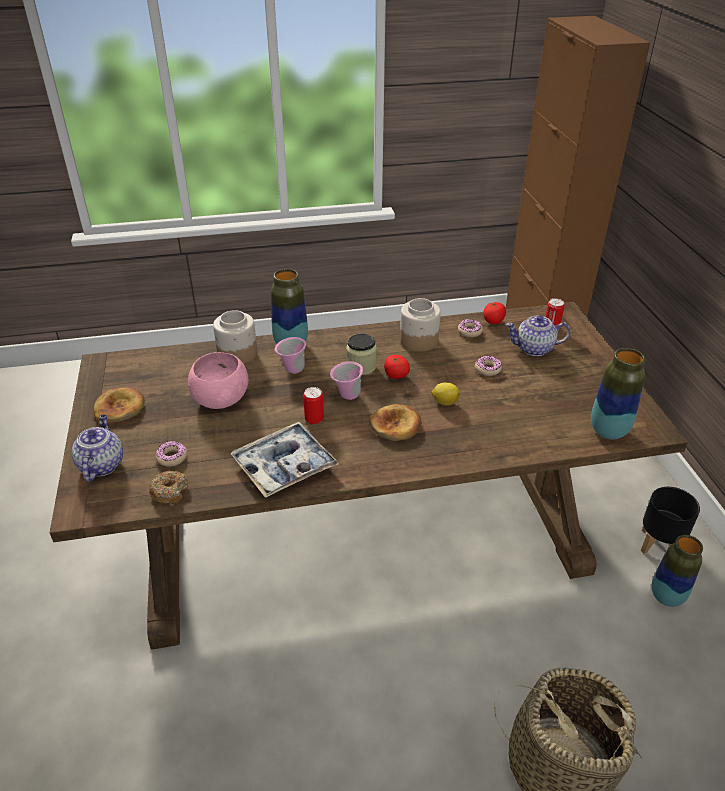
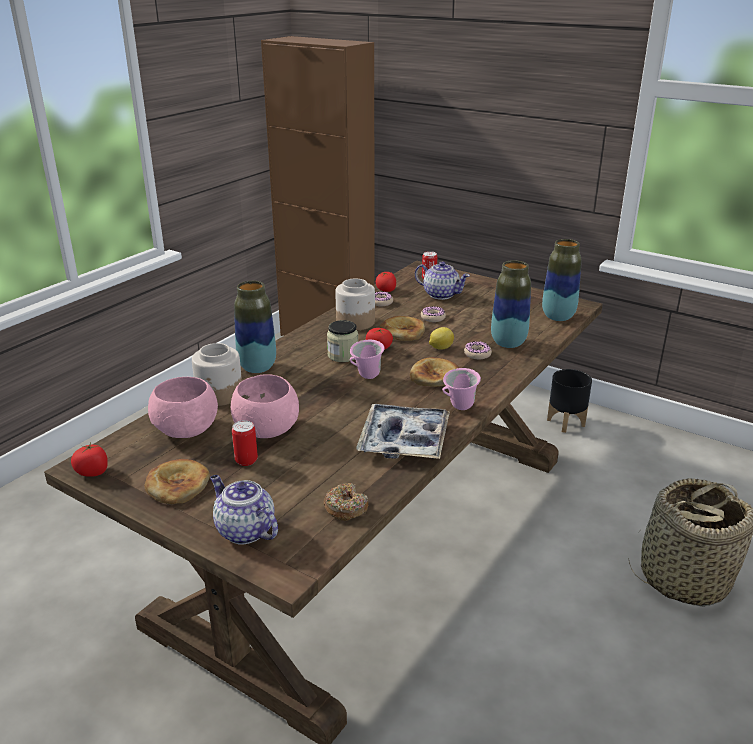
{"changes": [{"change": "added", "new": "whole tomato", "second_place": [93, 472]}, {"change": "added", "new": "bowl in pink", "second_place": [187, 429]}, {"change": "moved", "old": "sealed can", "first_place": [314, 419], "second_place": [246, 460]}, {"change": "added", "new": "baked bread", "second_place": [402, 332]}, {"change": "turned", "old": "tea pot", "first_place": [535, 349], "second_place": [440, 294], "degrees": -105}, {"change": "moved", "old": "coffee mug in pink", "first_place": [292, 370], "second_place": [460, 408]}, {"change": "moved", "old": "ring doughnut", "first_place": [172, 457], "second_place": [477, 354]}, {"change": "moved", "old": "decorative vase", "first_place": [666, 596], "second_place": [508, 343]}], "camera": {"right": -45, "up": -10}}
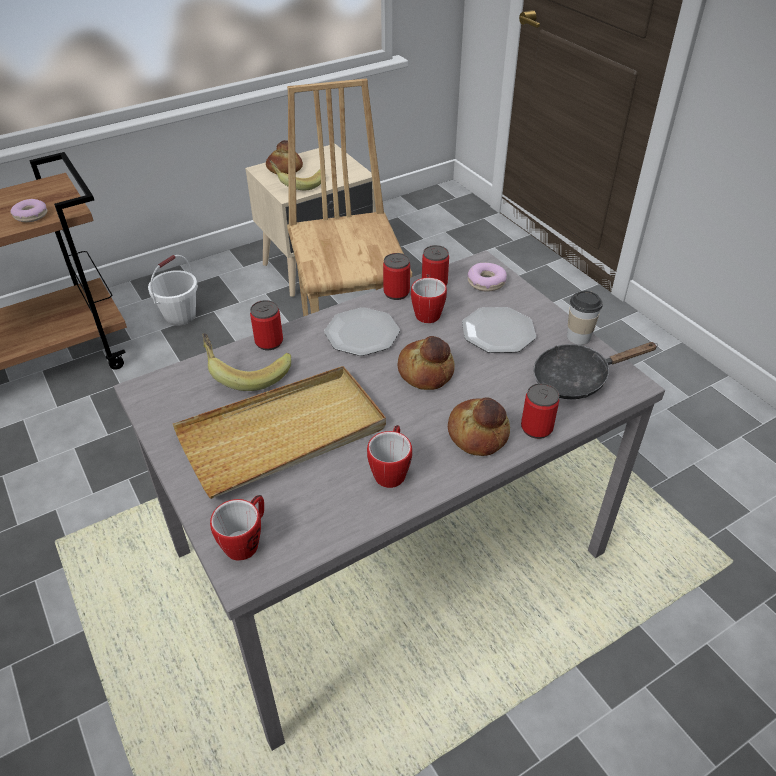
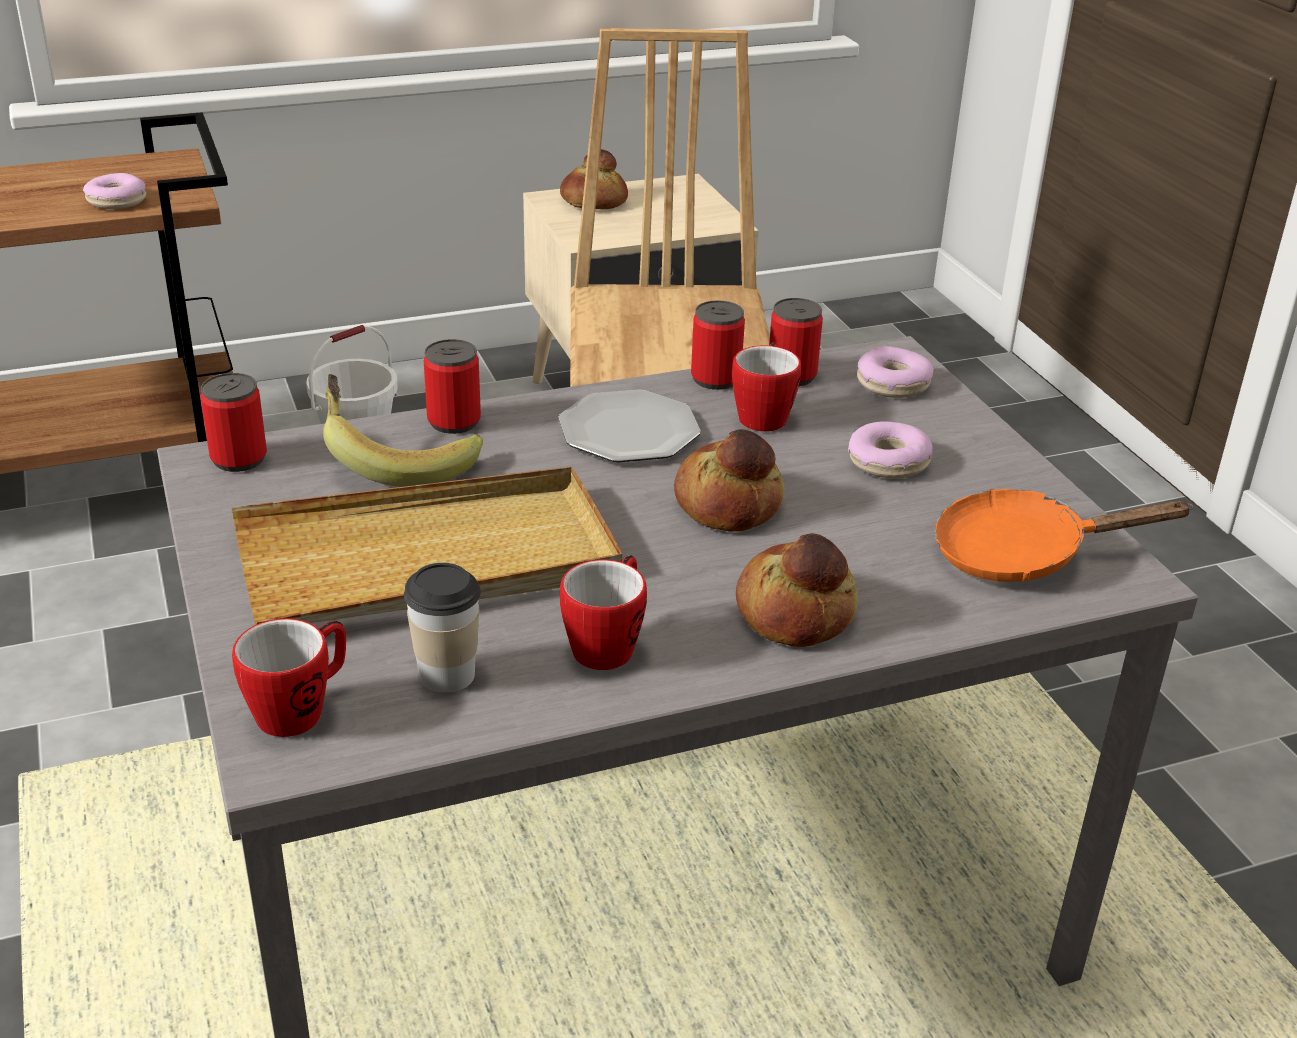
{"changes": [{"change": "moved", "old": "sealed can", "first_place": [536, 428], "second_place": [239, 459]}, {"change": "moved", "old": "drinking cup", "first_place": [578, 337], "second_place": [447, 674]}, {"change": "replaced", "old": "plate", "new": "ring doughnut", "first_place": [497, 332], "second_place": [888, 462]}, {"change": "recoloured", "old": "pan in black-coloured", "new": "pan in orange", "first_place": [577, 379], "second_place": [1022, 554]}, {"change": "removed", "old": "banana fruit", "first_place": [297, 184]}], "camera": {"right": 10, "up": -10}}
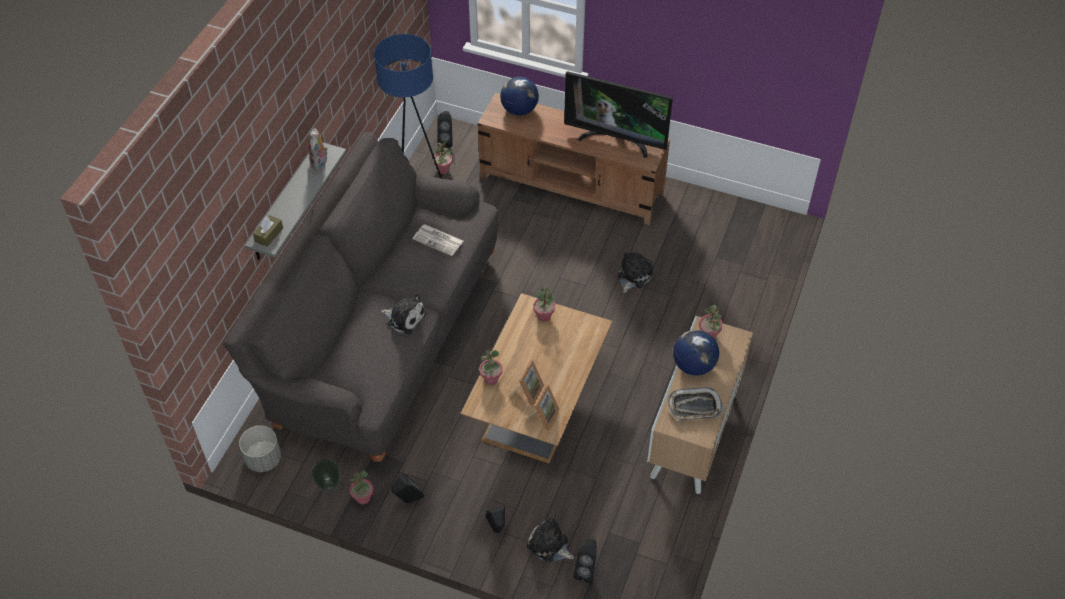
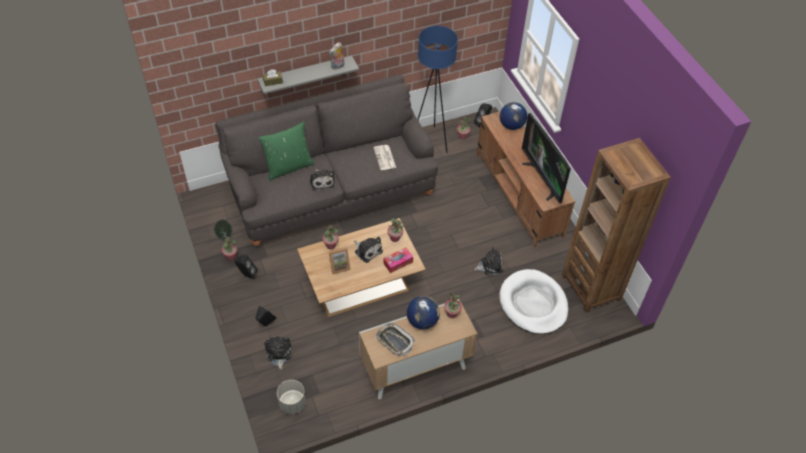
{"changes": [{"change": "added", "new": "cushion in green-coloured", "second_place": [288, 167]}, {"change": "moved", "old": "planter in greyish", "first_place": [263, 459], "second_place": [292, 403]}, {"change": "added", "new": "soft toy", "second_place": [367, 251]}, {"change": "added", "new": "tissue box", "second_place": [398, 262]}, {"change": "added", "new": "pet bed in white", "second_place": [533, 304]}, {"change": "added", "new": "bookcase in brownish", "second_place": [591, 287]}, {"change": "removed", "old": "standing frame", "first_place": [543, 416]}, {"change": "removed", "old": "audio speaker in black-coloured", "first_place": [586, 570]}], "camera": {"right": 45, "up": 0}}
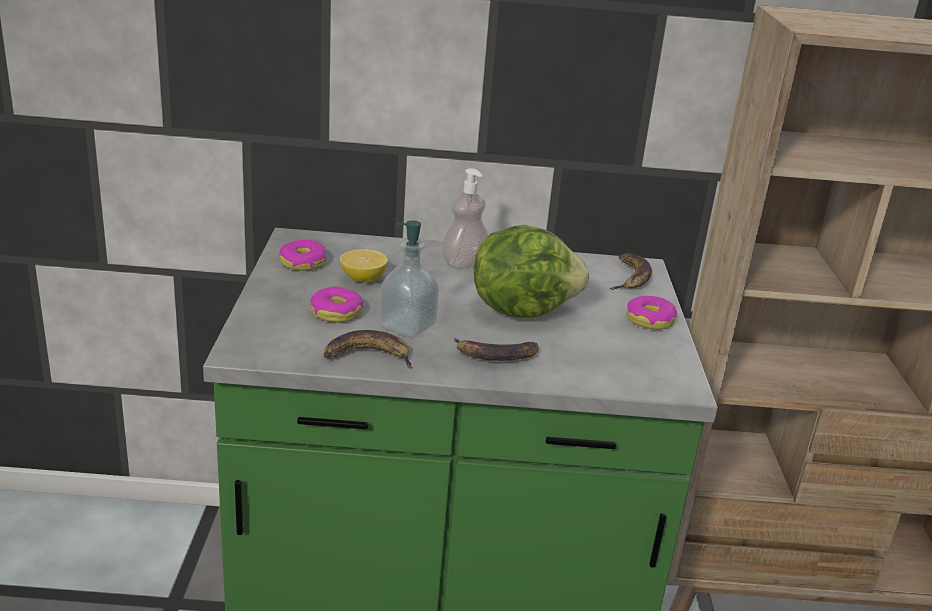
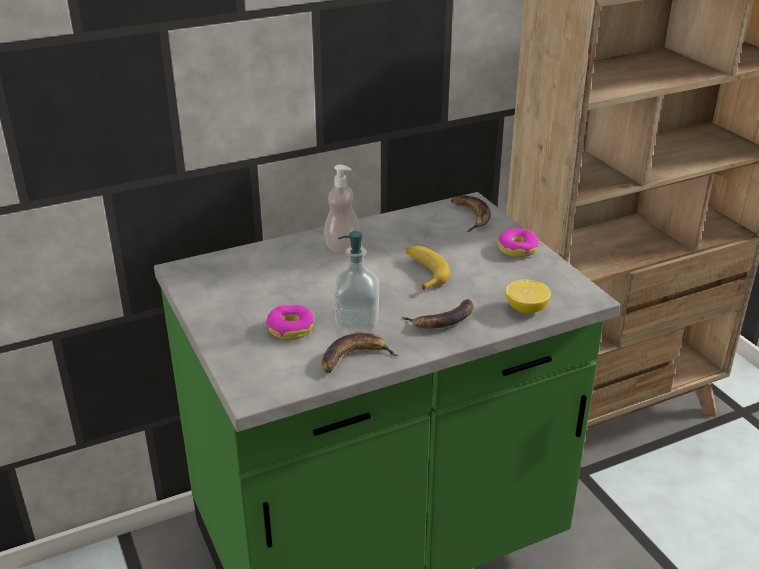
{"changes": [{"change": "replaced", "old": "head of lettuce", "new": "banana fruit", "first_place": [522, 309], "second_place": [423, 272]}, {"change": "moved", "old": "whole lemon", "first_place": [363, 279], "second_place": [526, 309]}, {"change": "removed", "old": "ring doughnut", "first_place": [302, 263]}], "camera": {"right": -25, "up": 5}}
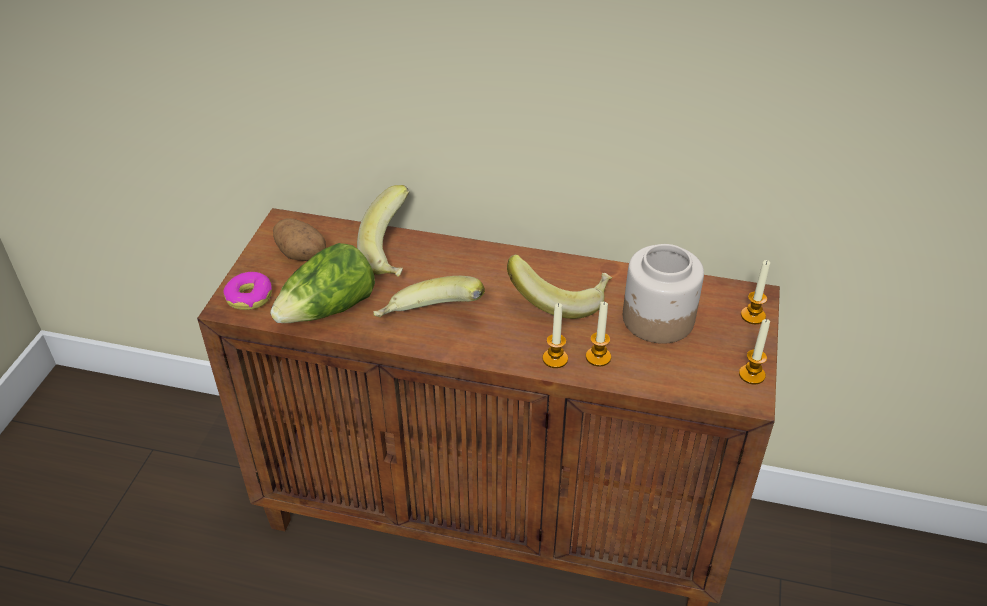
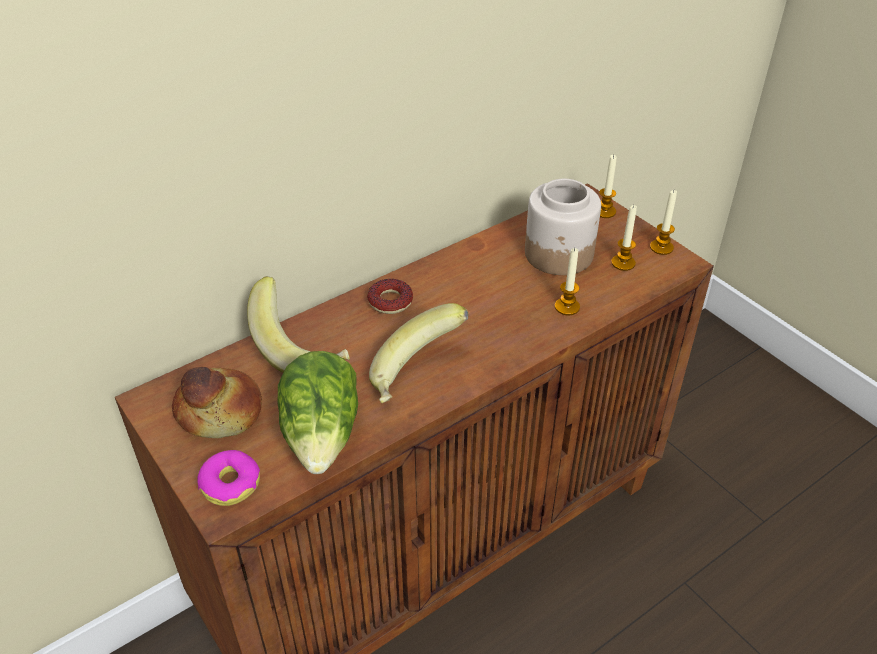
{"changes": [{"change": "replaced", "old": "potato", "new": "baked bread", "first_place": [303, 255], "second_place": [220, 411]}, {"change": "added", "new": "ring doughnut", "second_place": [390, 301]}, {"change": "moved", "old": "candle", "first_place": [555, 359], "second_place": [623, 263]}, {"change": "removed", "old": "banana fruit", "first_place": [560, 299]}], "camera": {"right": -50, "up": 0}}
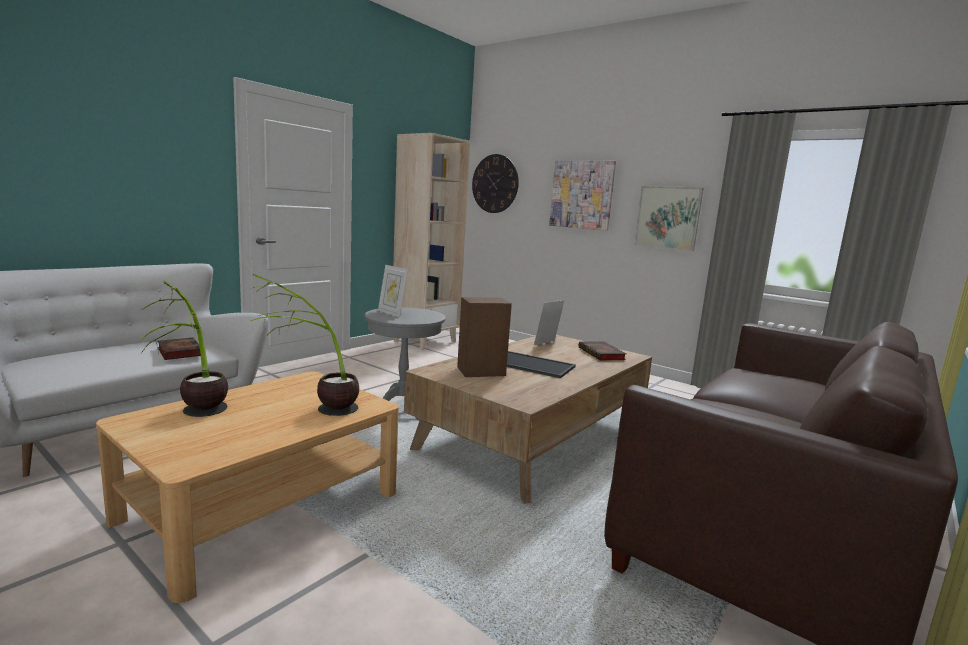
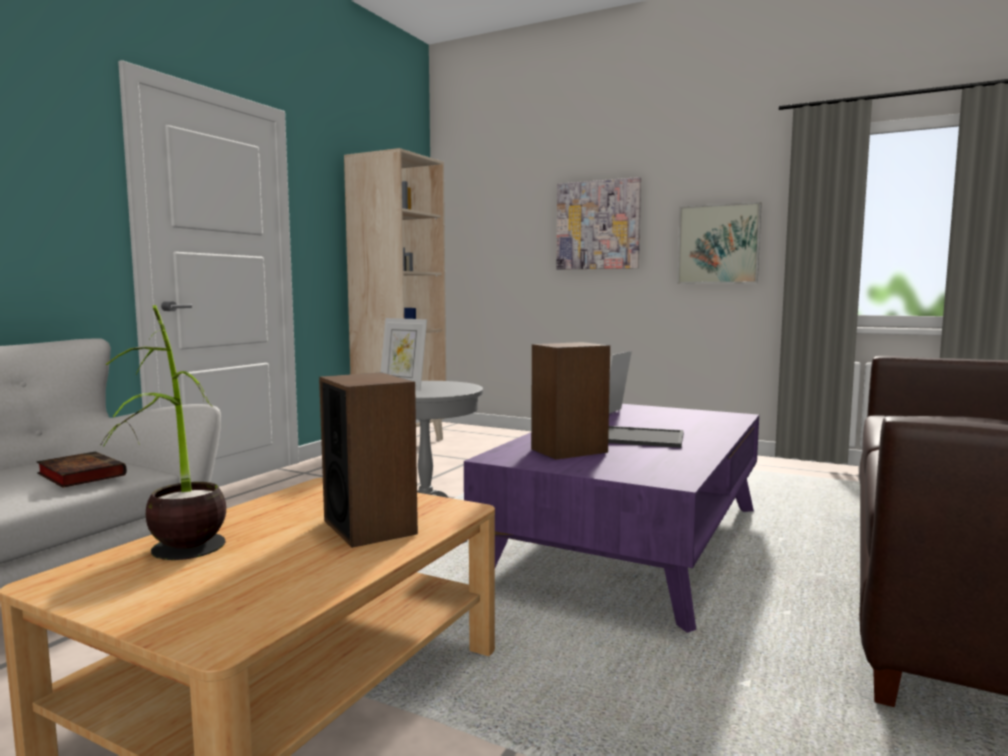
{"changes": [{"change": "replaced", "old": "plant in a pot", "new": "audio speaker", "first_place": [313, 410], "second_place": [370, 527]}, {"change": "recoloured", "old": "low table in brownish", "new": "low table in purplish", "first_place": [533, 436], "second_place": [631, 542]}, {"change": "removed", "old": "wall clock", "first_place": [495, 183]}, {"change": "removed", "old": "bound book", "first_place": [602, 354]}], "camera": {"right": -10, "up": -5}}
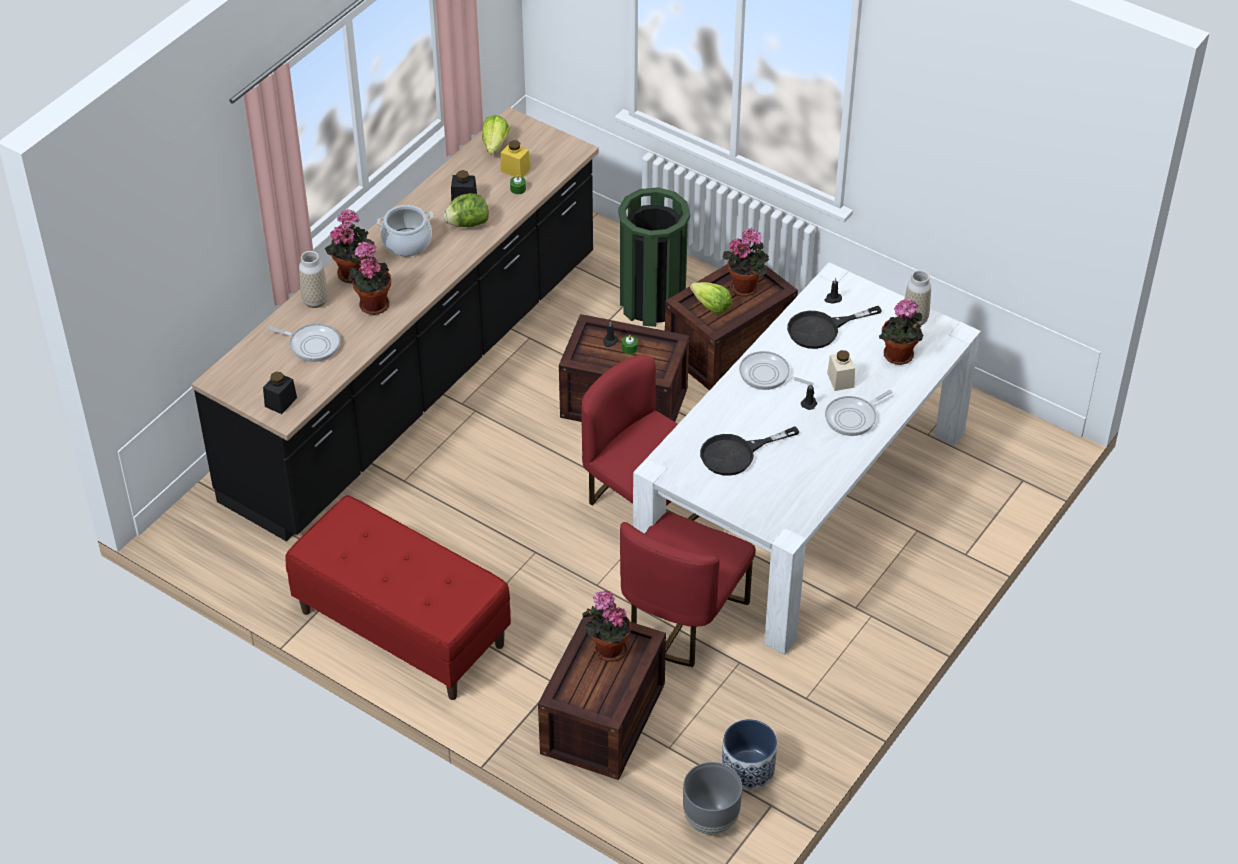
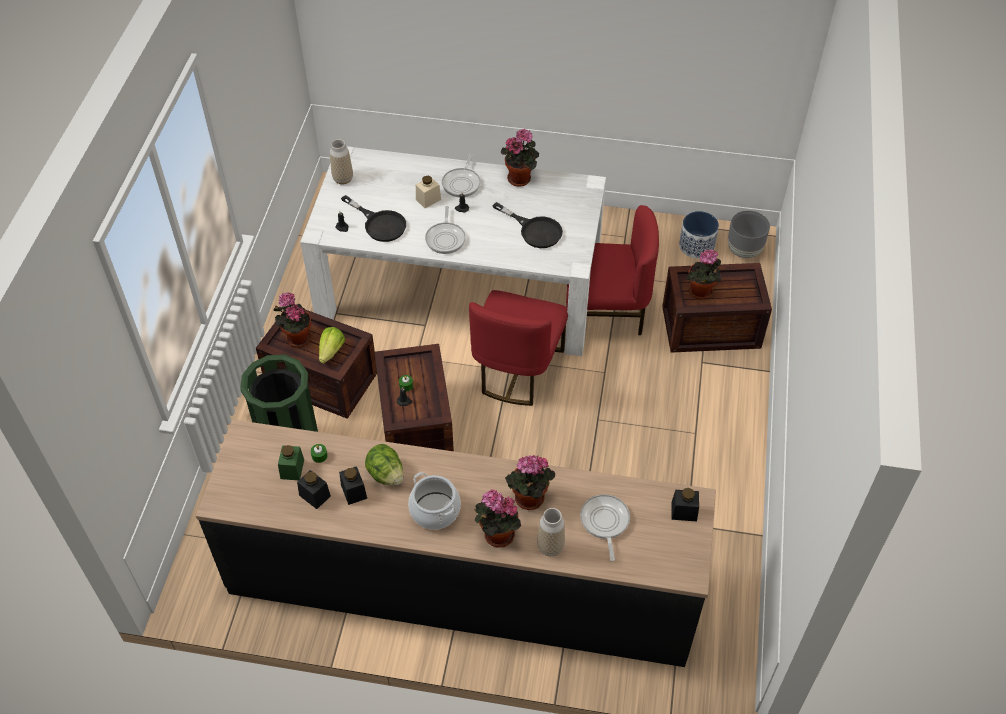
{"changes": [{"change": "recoloured", "old": "jar in yellow-coloured", "new": "jar in green-coloured", "first_place": [515, 170], "second_place": [292, 469]}, {"change": "added", "new": "jar in black-coloured", "second_place": [315, 495]}, {"change": "turned", "old": "pan", "first_place": [853, 417], "second_place": [462, 183], "degrees": 75}, {"change": "moved", "old": "plant in a pot", "first_place": [899, 357], "second_place": [521, 178]}, {"change": "removed", "old": "indoor bench in red-coloured", "first_place": [401, 628]}, {"change": "removed", "old": "head of lettuce", "first_place": [495, 145]}], "camera": {"right": -115, "up": 5}}
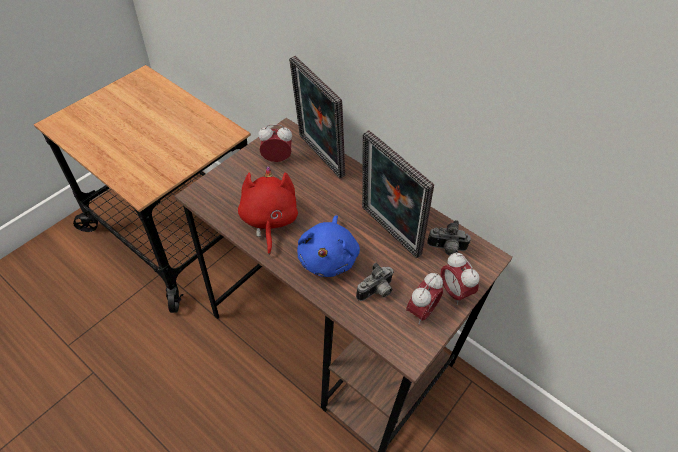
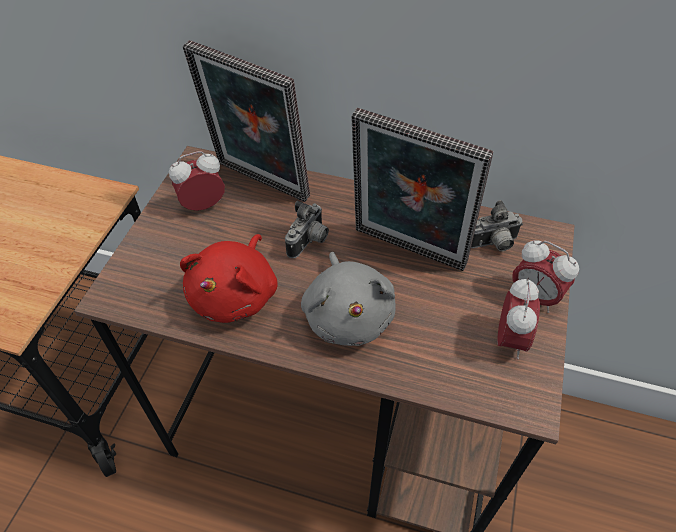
{"changes": [{"change": "turned", "old": "soft toy in red-coloured", "first_place": [268, 220], "second_place": [236, 294], "degrees": -135}, {"change": "moved", "old": "photo camera", "first_place": [376, 292], "second_place": [309, 242]}, {"change": "recoloured", "old": "soft toy in blue", "new": "soft toy in greyish", "first_place": [328, 257], "second_place": [348, 314]}], "camera": {"right": -20, "up": 0}}
